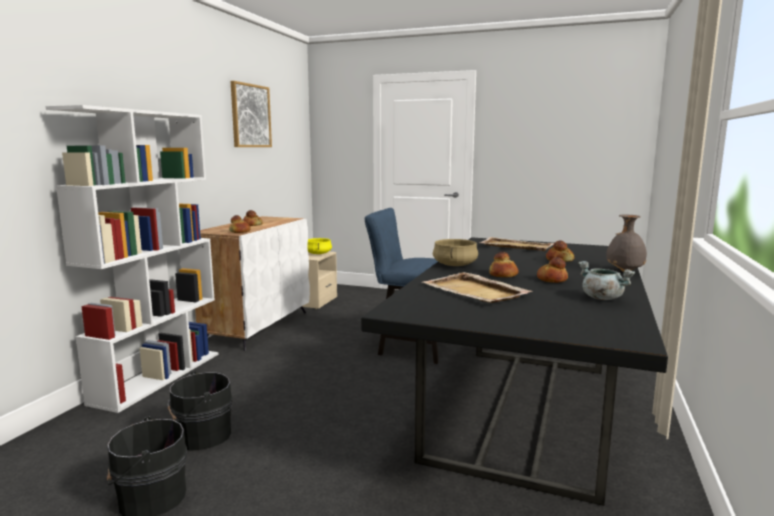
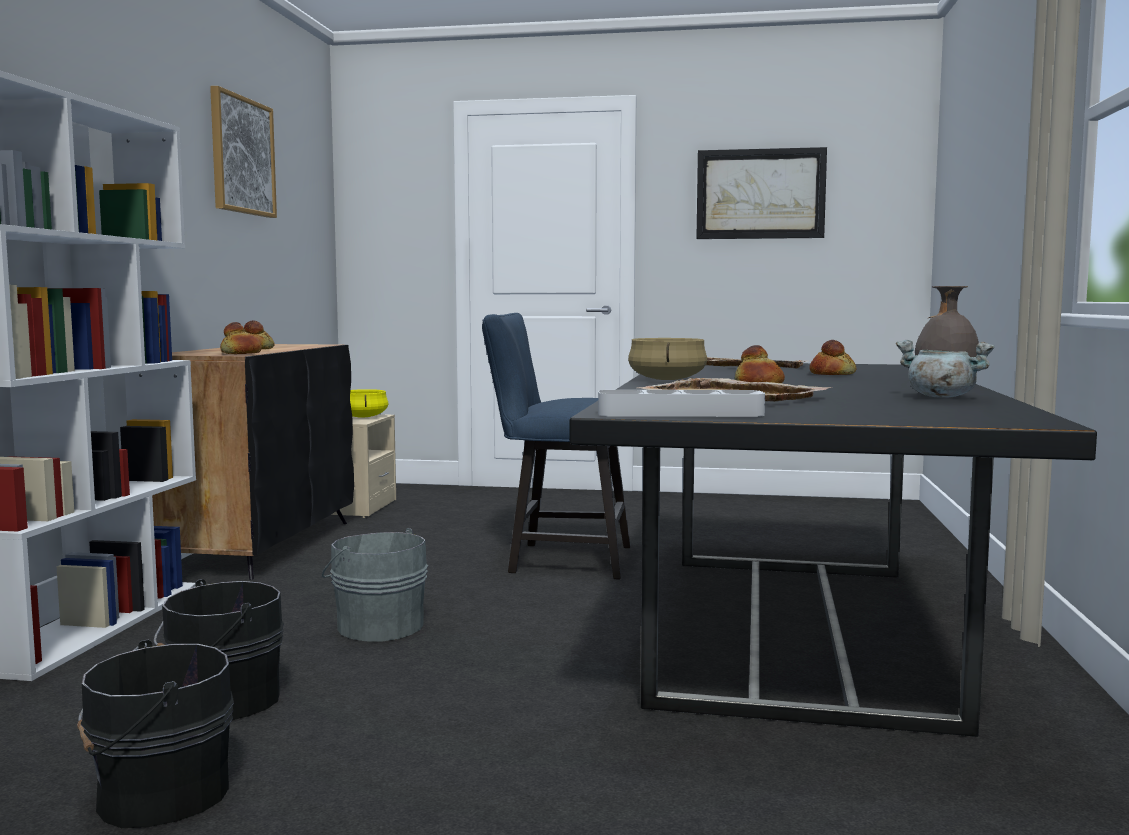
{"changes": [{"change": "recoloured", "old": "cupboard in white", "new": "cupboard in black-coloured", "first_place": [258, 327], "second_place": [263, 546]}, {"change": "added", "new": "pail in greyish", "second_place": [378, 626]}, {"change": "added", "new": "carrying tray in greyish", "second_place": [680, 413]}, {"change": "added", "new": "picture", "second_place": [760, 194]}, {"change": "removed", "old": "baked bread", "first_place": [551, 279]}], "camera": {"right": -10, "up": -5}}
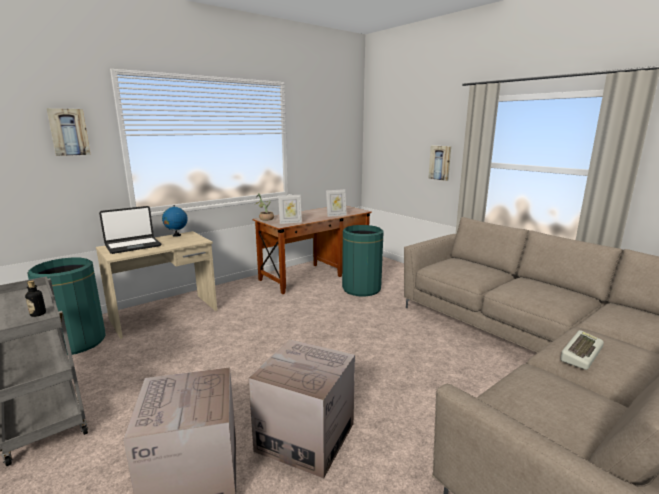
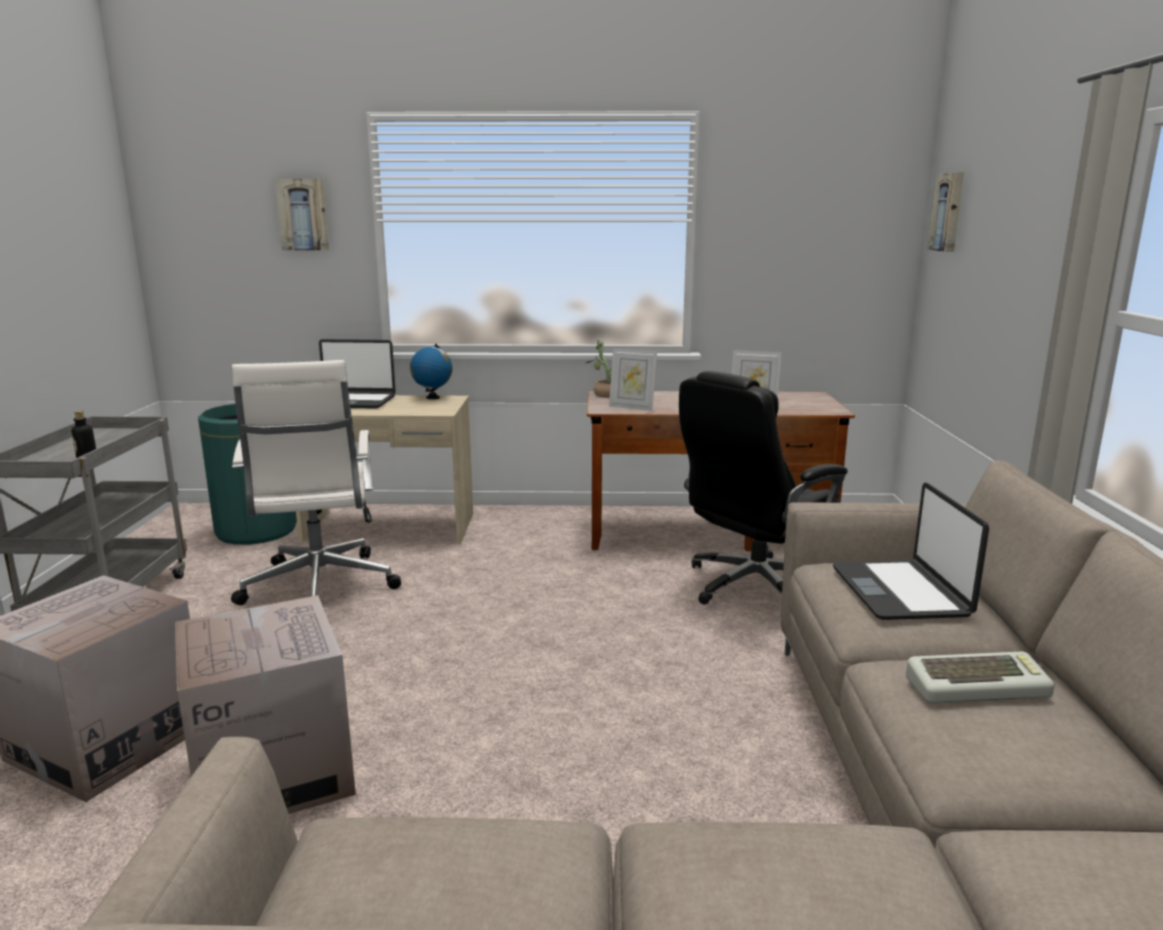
{"changes": [{"change": "added", "new": "office chair in white", "second_place": [319, 588]}, {"change": "replaced", "old": "waste bin in green-coloured", "new": "office chair in black-coloured", "first_place": [361, 289], "second_place": [753, 586]}, {"change": "added", "new": "portable computer", "second_place": [901, 592]}, {"change": "moved", "old": "computer keyboard", "first_place": [580, 353], "second_place": [976, 686]}, {"change": "moved", "old": "picture", "first_place": [440, 162], "second_place": [948, 212]}], "camera": {"right": 40, "up": 0}}
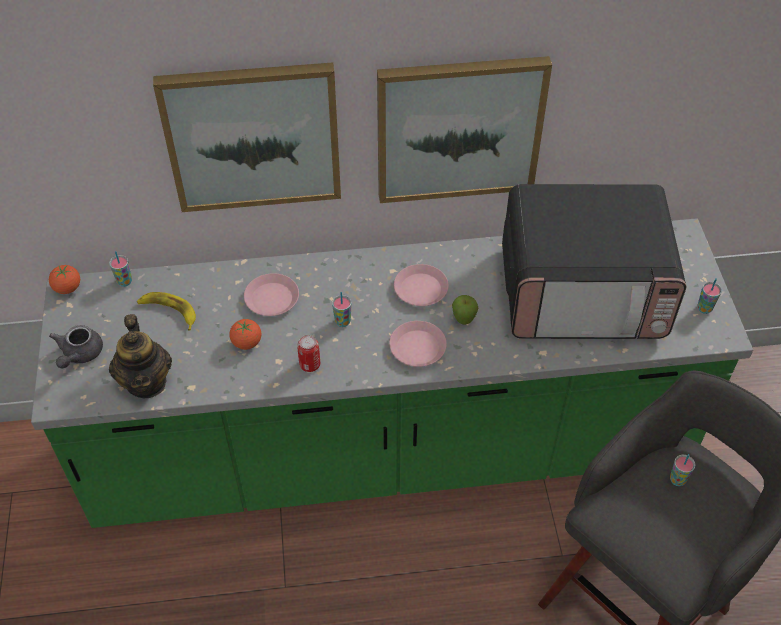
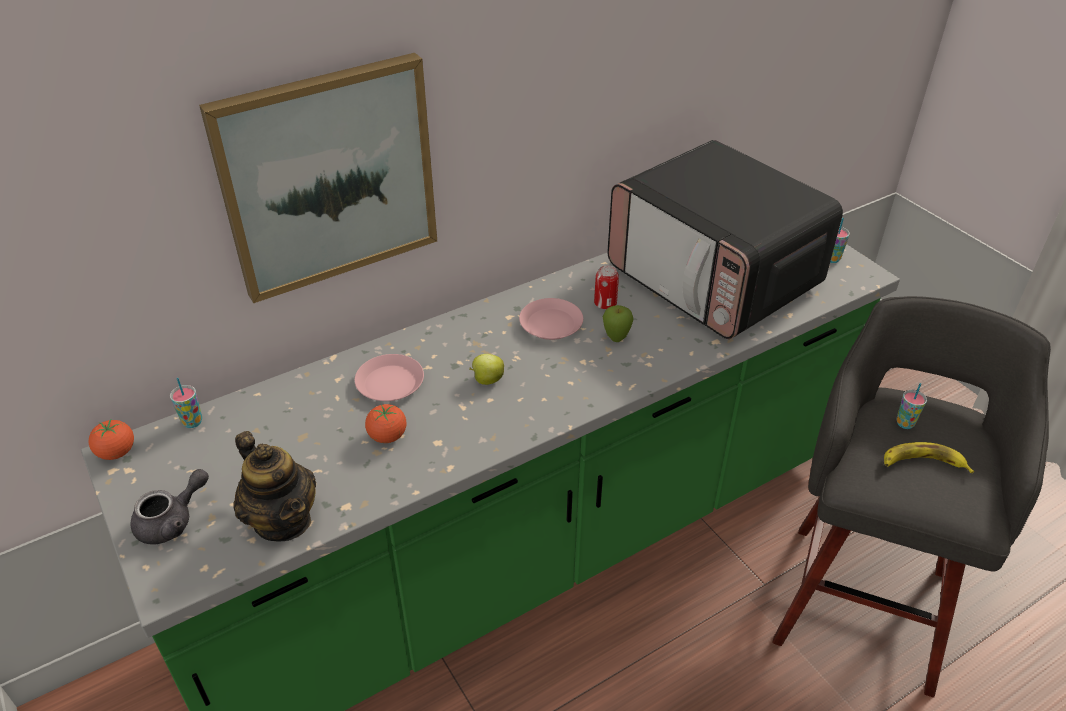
{"changes": [{"change": "turned", "old": "tea pot in greyish", "first_place": [79, 355], "second_place": [172, 521], "degrees": -120}, {"change": "replaced", "old": "drinking cup", "new": "apple fruit", "first_place": [342, 322], "second_place": [487, 380]}, {"change": "moved", "old": "sealed can", "first_place": [310, 364], "second_place": [605, 304]}, {"change": "turned", "old": "microwave oven", "first_place": [583, 293], "second_place": [714, 279], "degrees": 75}, {"change": "moved", "old": "banana fruit", "first_place": [169, 311], "second_place": [922, 463]}, {"change": "removed", "old": "picture", "first_place": [459, 129]}, {"change": "removed", "old": "plate in pink", "first_place": [418, 347]}], "camera": {"right": -25, "up": -10}}
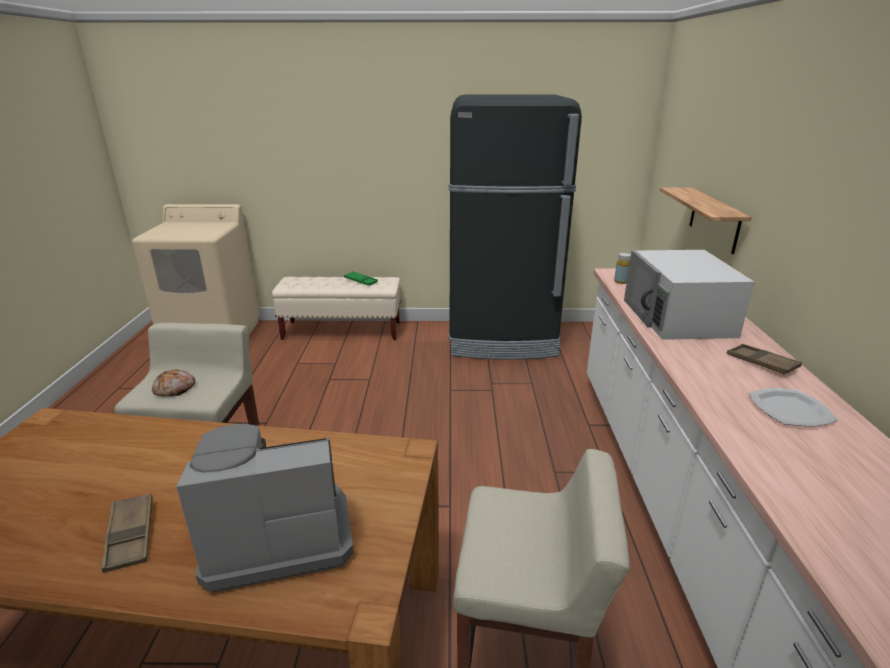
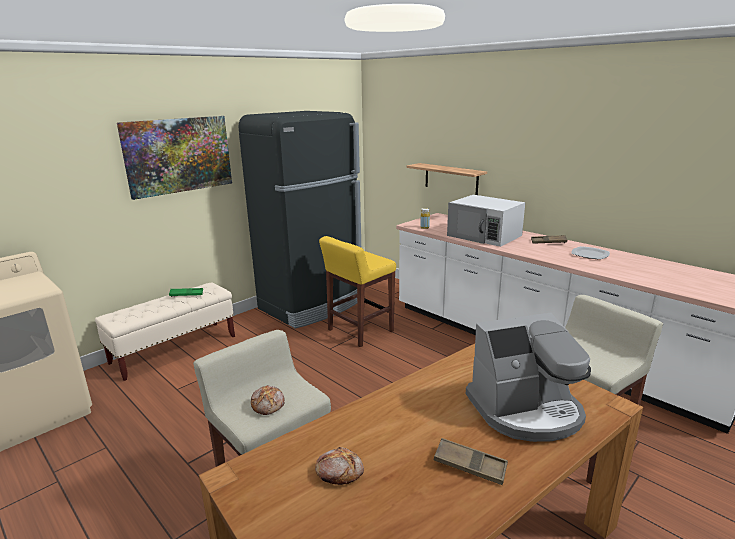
{"changes": [{"change": "added", "new": "picture", "second_place": [178, 155]}, {"change": "added", "new": "baked bread", "second_place": [339, 471]}, {"change": "added", "new": "stool seat in yellow-coloured", "second_place": [359, 331]}, {"change": "turned", "old": "coffee maker", "first_place": [277, 534], "second_place": [526, 410], "degrees": -135}], "camera": {"right": -45, "up": -5}}
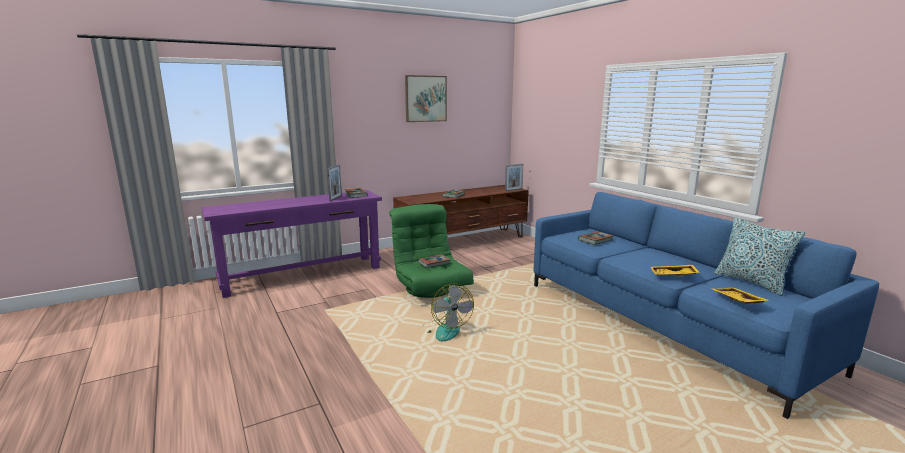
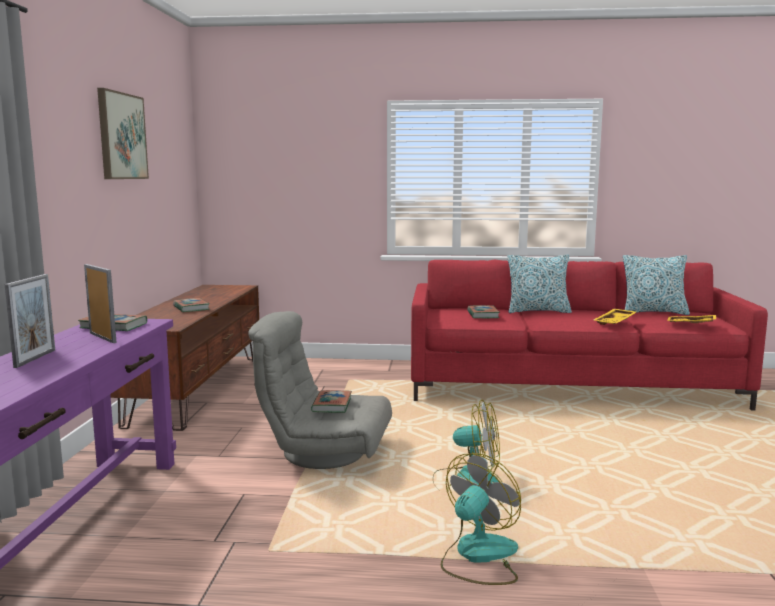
{"changes": [{"change": "moved", "old": "standing frame", "first_place": [513, 190], "second_place": [35, 358]}, {"change": "recoloured", "old": "armchair in green-coloured", "new": "armchair in greyish", "first_place": [430, 289], "second_place": [325, 452]}, {"change": "recoloured", "old": "settee in blue", "new": "settee in red-coloured", "first_place": [661, 323], "second_place": [569, 387]}, {"change": "added", "new": "fan", "second_place": [478, 556]}, {"change": "added", "new": "cushion", "second_place": [538, 311]}], "camera": {"right": -55, "up": -5}}
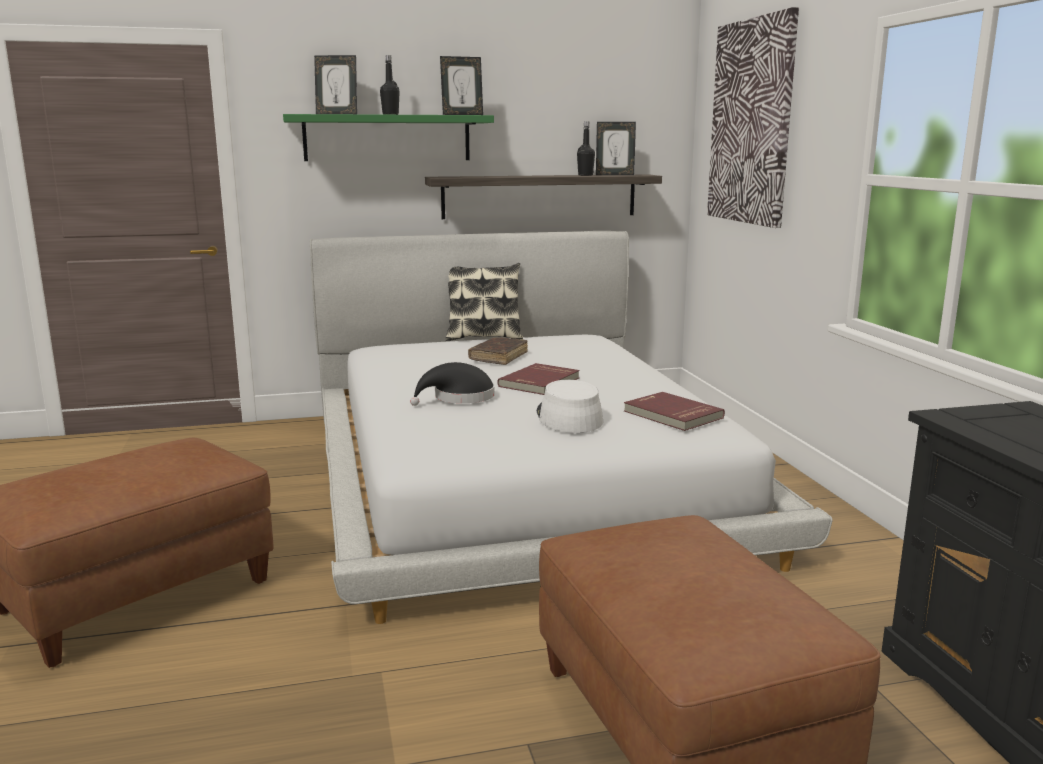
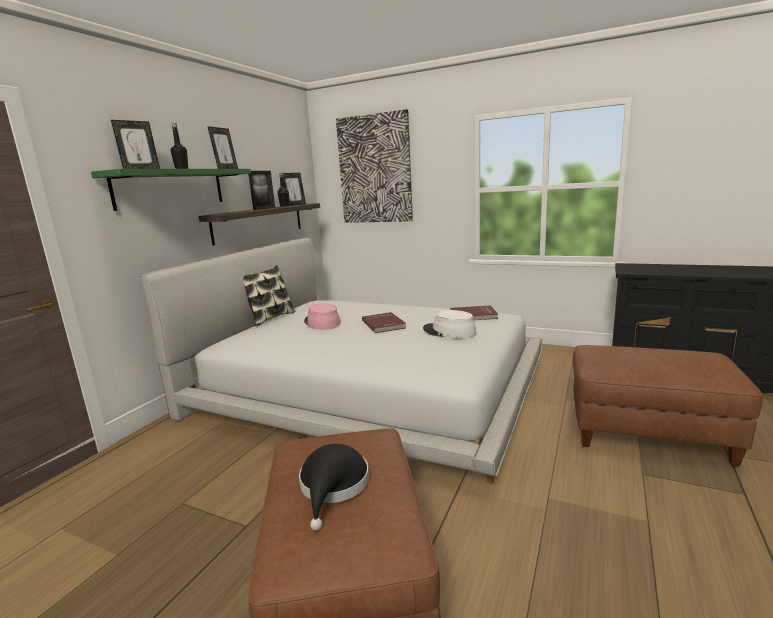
{"changes": [{"change": "added", "new": "standing frame", "second_place": [264, 208]}, {"change": "moved", "old": "hat in black-coloured", "first_place": [459, 398], "second_place": [333, 487]}, {"change": "replaced", "old": "bound book in brownish", "new": "hat in pink", "first_place": [498, 357], "second_place": [322, 322]}], "camera": {"right": -50, "up": 0}}
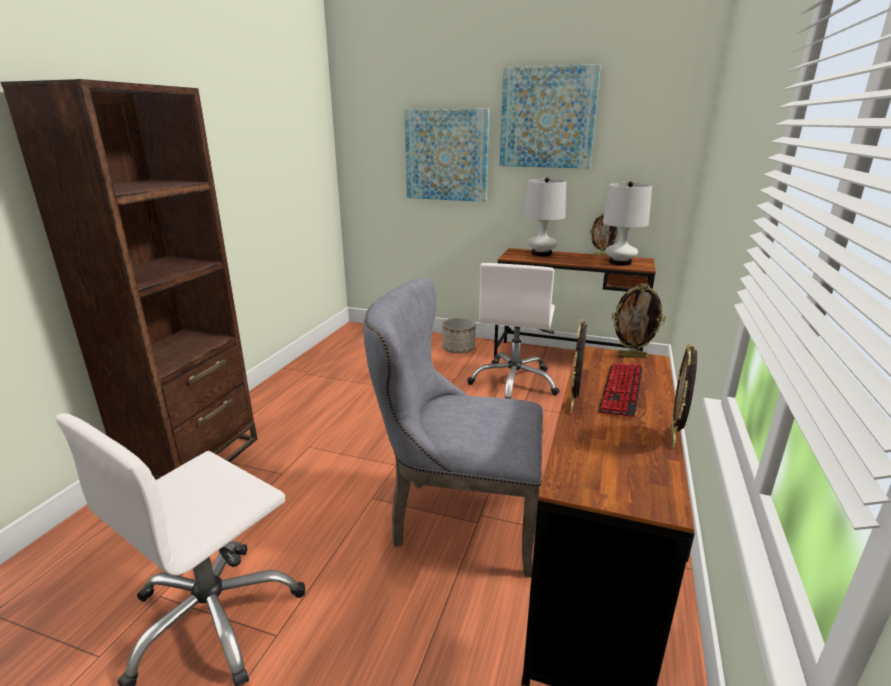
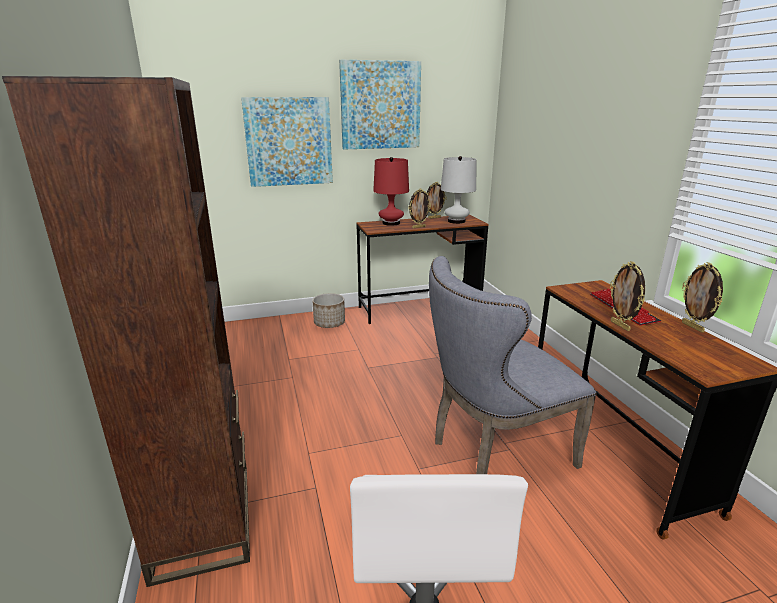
{"changes": [{"change": "recoloured", "old": "table lamp in white", "new": "table lamp in red-coloured", "first_place": [541, 253], "second_place": [391, 223]}, {"change": "moved", "old": "standing frame", "first_place": [631, 356], "second_place": [418, 227]}, {"change": "removed", "old": "office chair in white", "first_place": [514, 383]}], "camera": {"right": -35, "up": 0}}
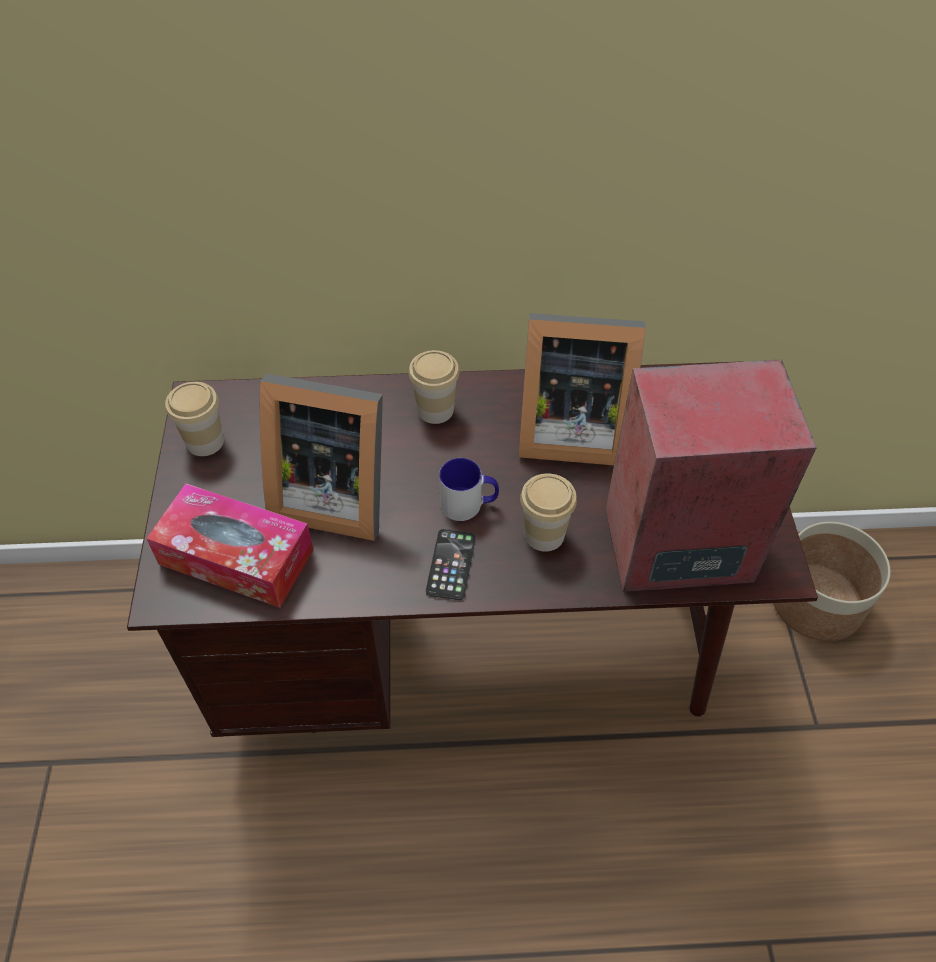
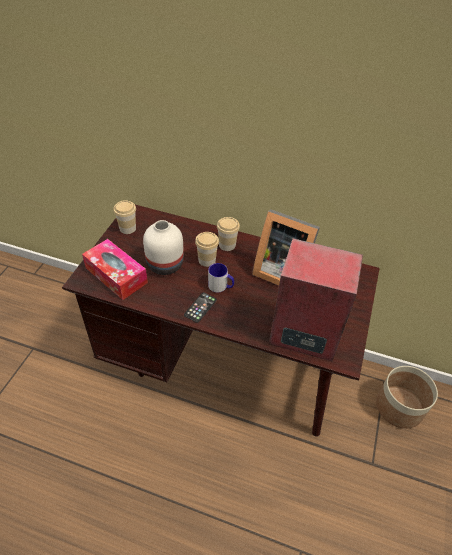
{"changes": [{"change": "replaced", "old": "standing frame", "new": "decorative vase in white", "first_place": [331, 495], "second_place": [166, 264]}, {"change": "moved", "old": "drinking cup", "first_place": [544, 534], "second_place": [207, 260]}], "camera": {"right": 20, "up": -5}}
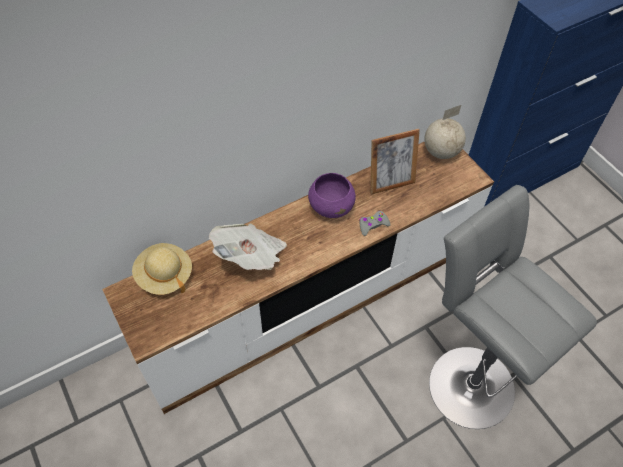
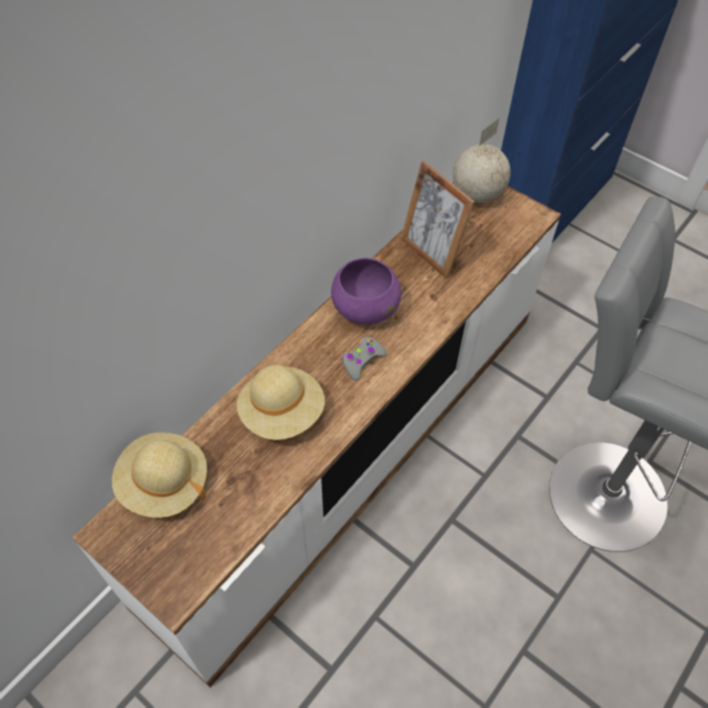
{"changes": [{"change": "replaced", "old": "daily paper", "new": "hat in beige-coloured", "first_place": [251, 256], "second_place": [282, 413]}, {"change": "moved", "old": "game controller in greyish", "first_place": [373, 225], "second_place": [362, 361]}, {"change": "turned", "old": "standing frame", "first_place": [390, 183], "second_place": [430, 253], "degrees": 90}], "camera": {"right": -20, "up": 0}}
